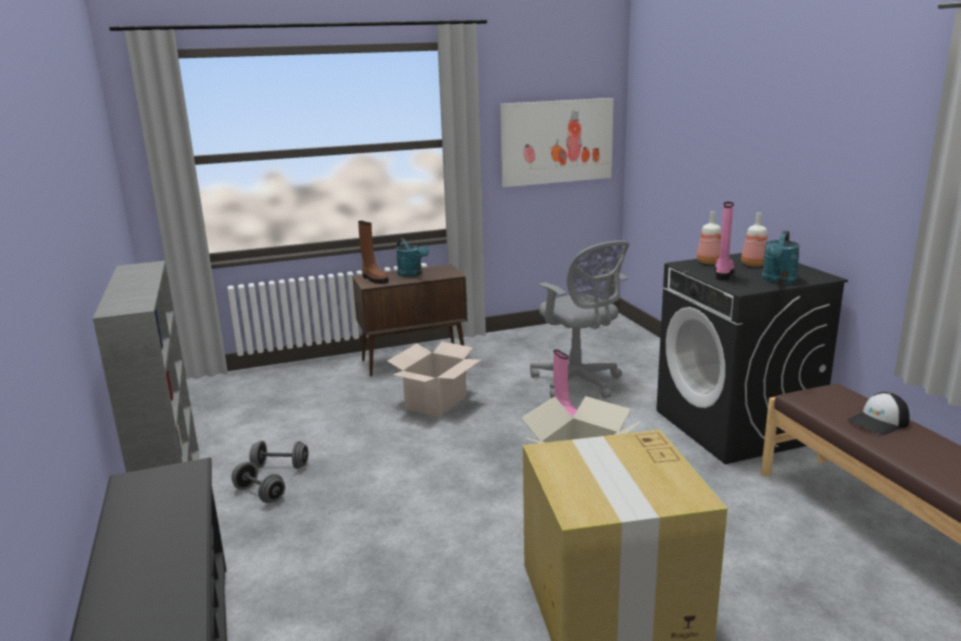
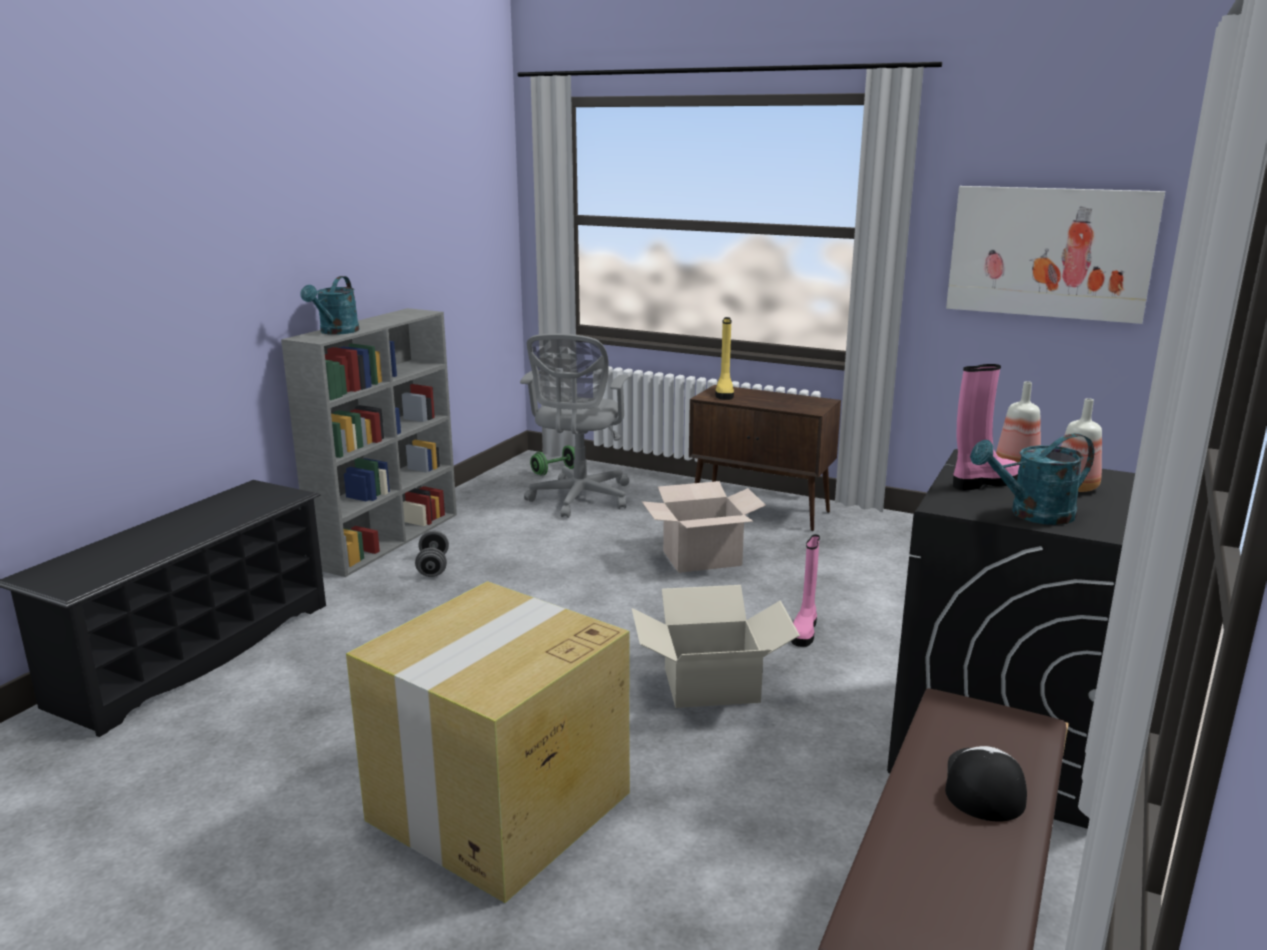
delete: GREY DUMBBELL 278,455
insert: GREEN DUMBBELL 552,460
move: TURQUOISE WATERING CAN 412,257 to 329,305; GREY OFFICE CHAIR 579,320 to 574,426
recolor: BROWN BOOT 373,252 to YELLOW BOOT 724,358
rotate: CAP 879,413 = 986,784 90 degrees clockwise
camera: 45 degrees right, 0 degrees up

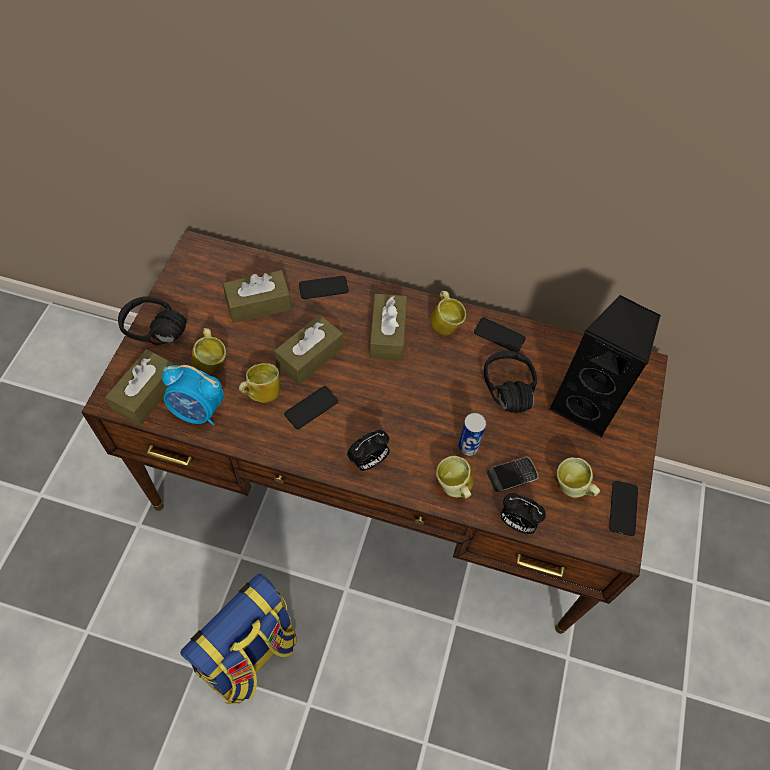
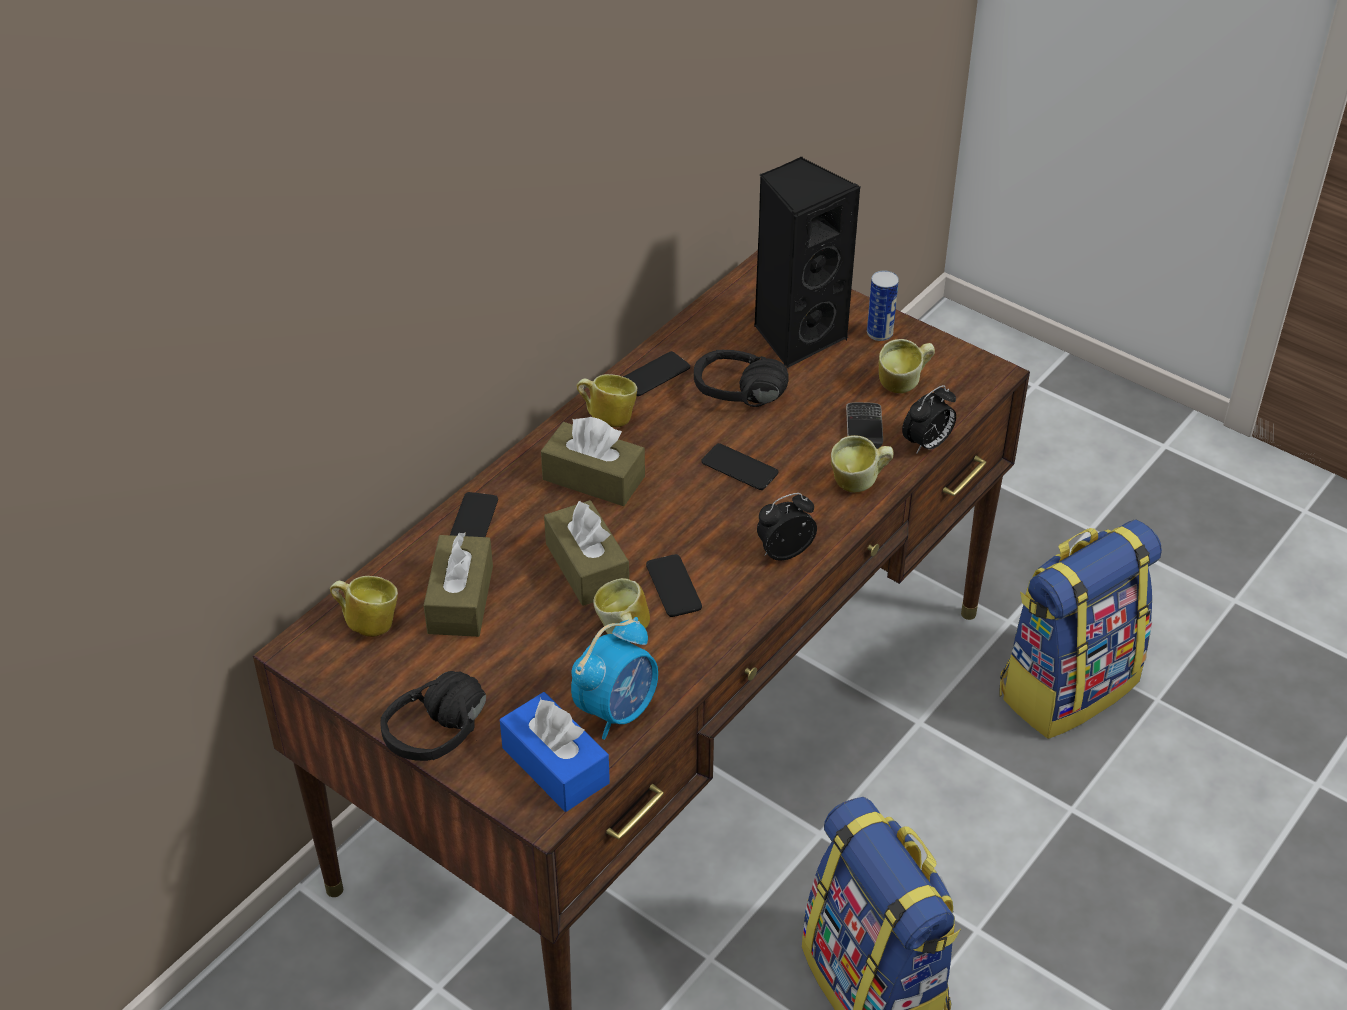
insert: BACKPACK 1081,629
move: MUG 209,351 to 364,606; PHONE 623,508 to 739,466; CAN 472,434 to 883,305
recolor: BROWN TISSUE BOX 139,387 to BLUE TISSUE BOX 555,752
rotate: ALARM CLOCK 368,450 = 787,527 105 degrees counterclockwise
camera: 65 degrees left, 15 degrees down

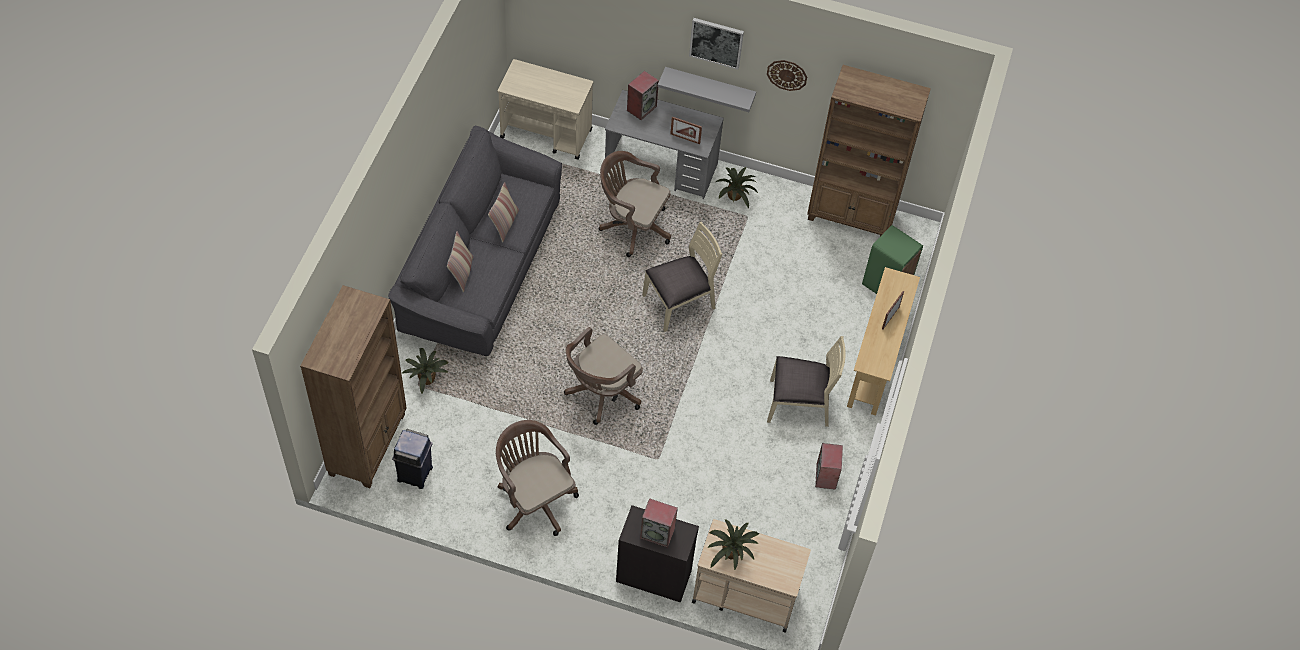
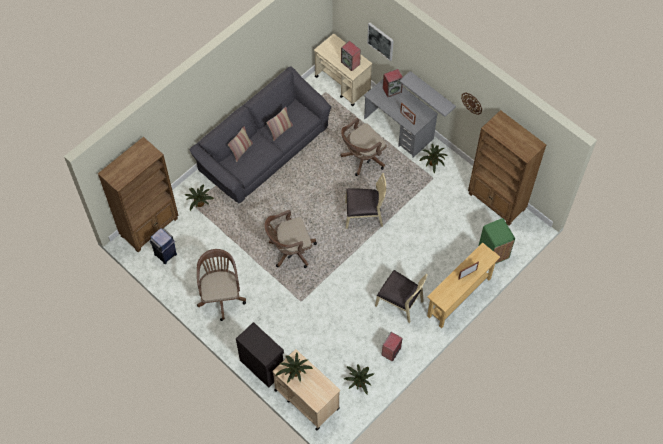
insert: POTTED PLANT 359,379
move: SPEAKER 659,523 to 351,56; PICTURE 716,44 to 380,41
rotate: BROWN OFFICE CHAIR 635,204 = 363,147 90 degrees counterclockwise
camera: 30 degrees right, 5 degrees up

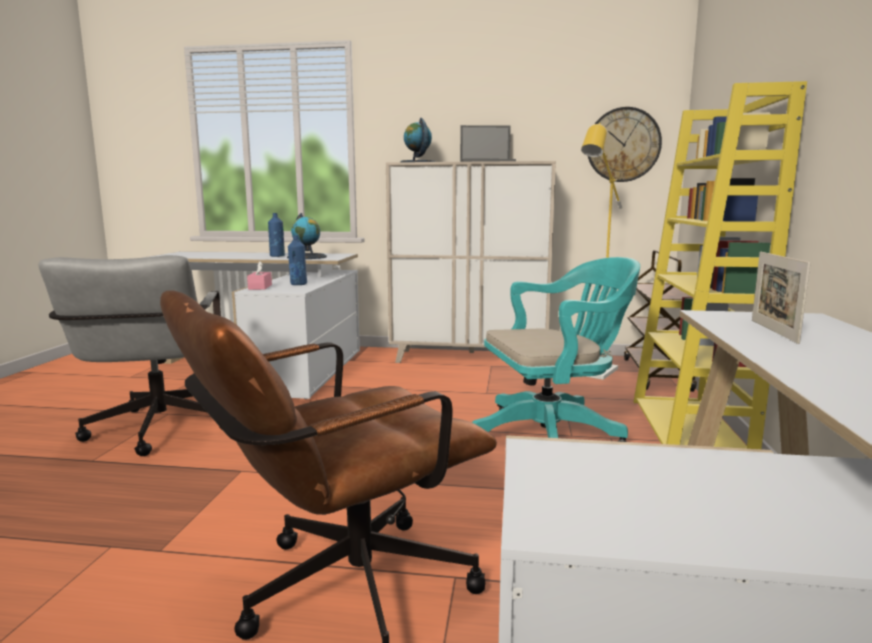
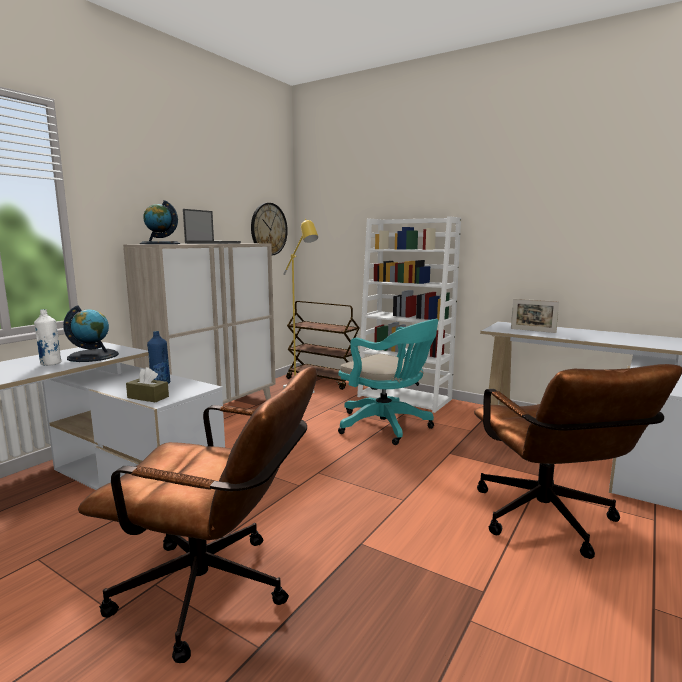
recolor: BLUE BOTTLE 276,235 to WHITE BOTTLE 48,337; GREY OFFICE CHAIR 129,355 to BROWN OFFICE CHAIR 197,515; PINK TISSUE BOX 259,275 to BROWN TISSUE BOX 147,385; YELLOW BOOKCASE 720,265 to WHITE BOOKCASE 409,314
rotate: TURQUOISE OFFICE CHAIR 556,349 = 388,382 120 degrees clockwise
camera: 65 degrees left, 0 degrees up

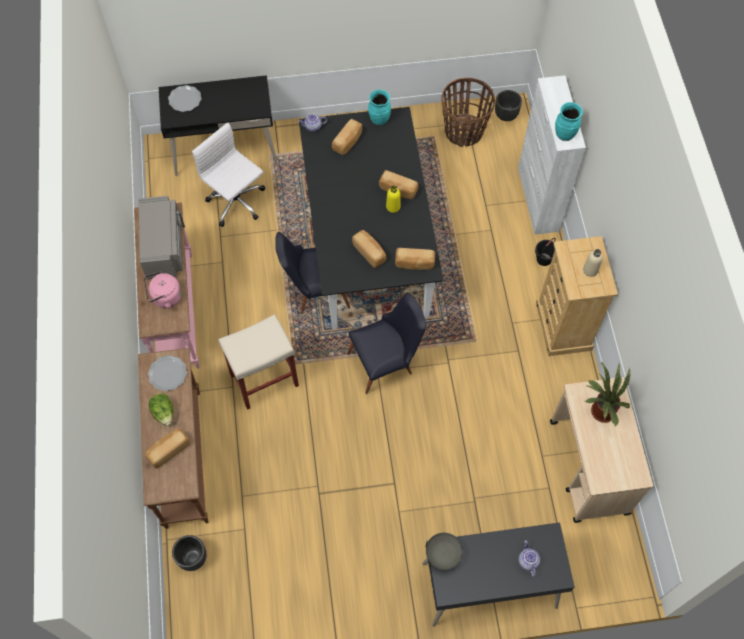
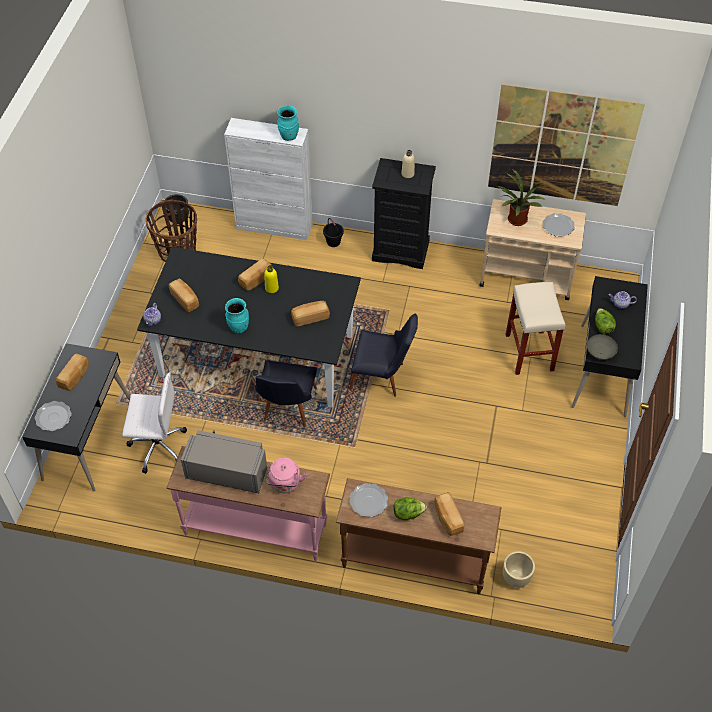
insert: PICTURE 566,145; PLATE 559,225; LETTUCE 605,321
move: BREAD 415,259 to 72,372; TURQUOISE VASE 379,107 to 237,316; BEIGE STOOL 258,362 to 535,328
recolor: BEIGE DRESSER 577,296 to BLACK DRESSER 404,213; BLACK PLANTER 189,553 to BEIGE PLANTER 519,569
rotate: WHITE OFFICE CHAIR 228,174 = 154,423 150 degrees counterclockwise; BLACK CHAIR 386,343 = 383,355 105 degrees clockwise
camera: 70 degrees left, 10 degrees down

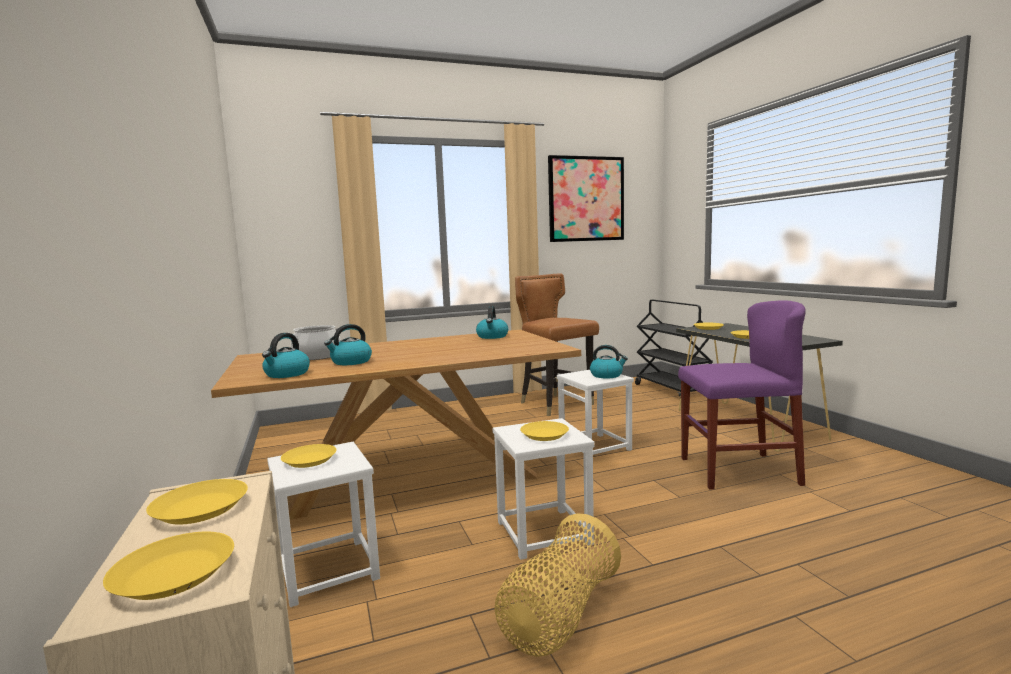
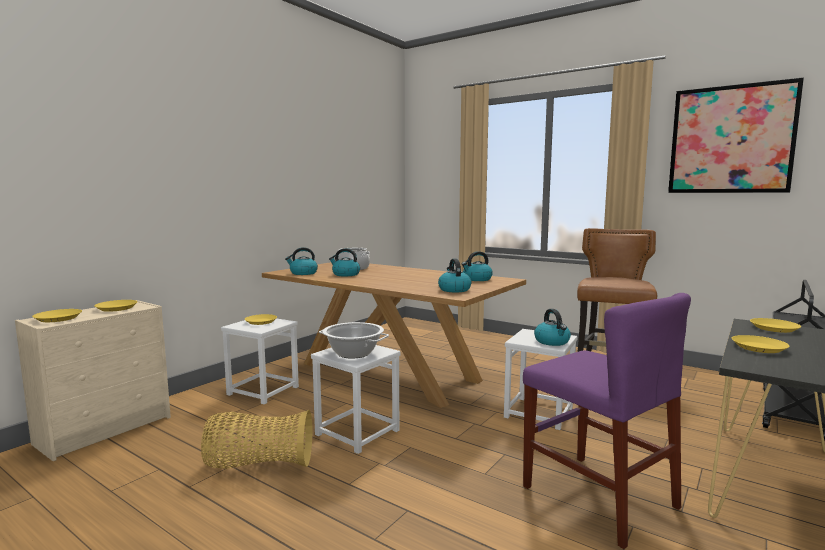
insert: KETTLE 454,275
replace: YELLOW PLATE 544,431 to COOKING POT 354,340
camera: 55 degrees right, 0 degrees up

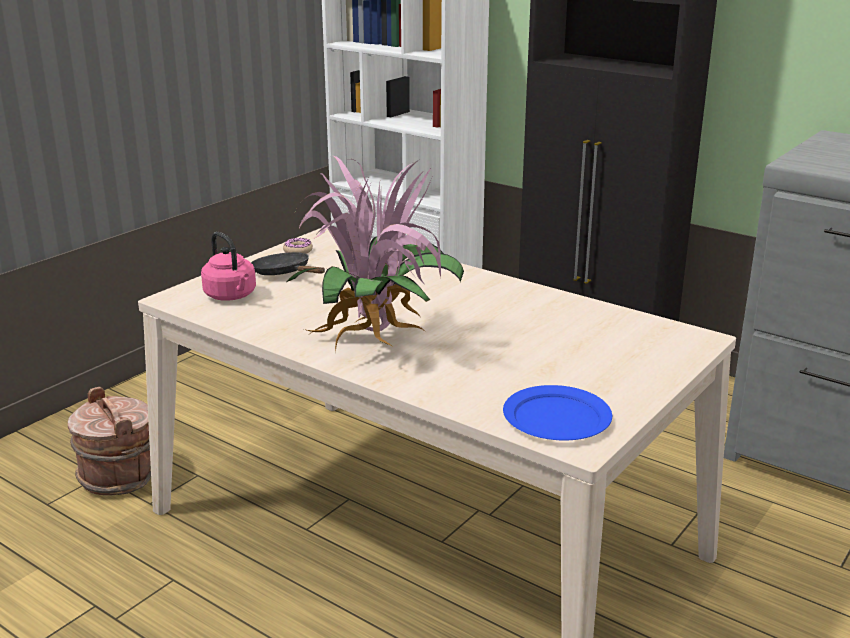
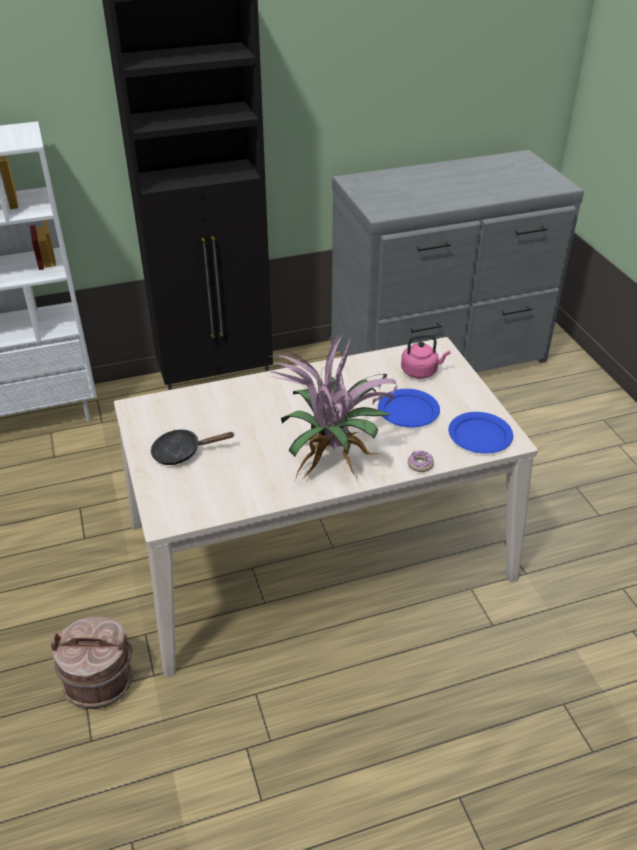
insert: BLUE PLATE 409,408
move: PINK KETTLE 228,266 to 426,356; DONUT 298,246 to 421,461
camera: 55 degrees left, 15 degrees up

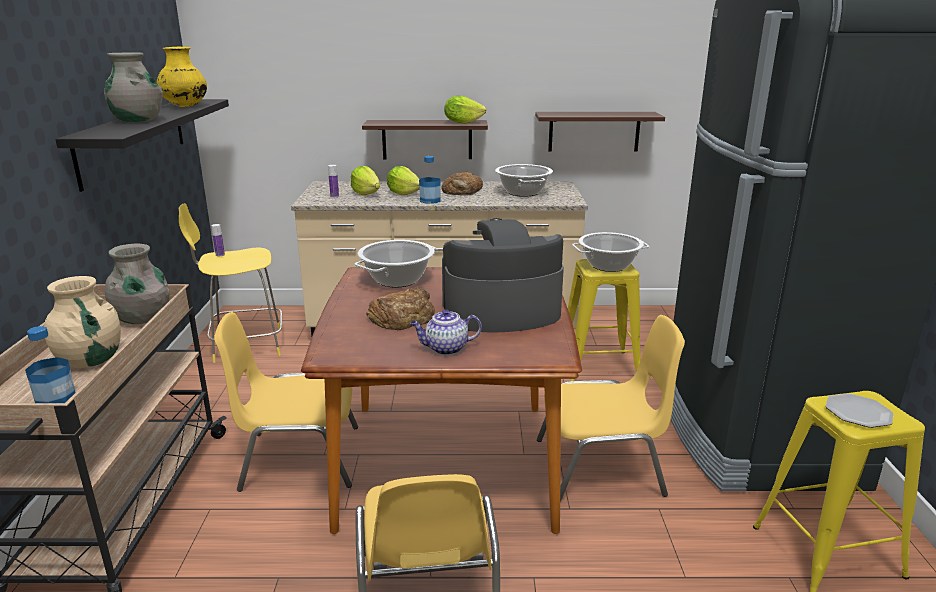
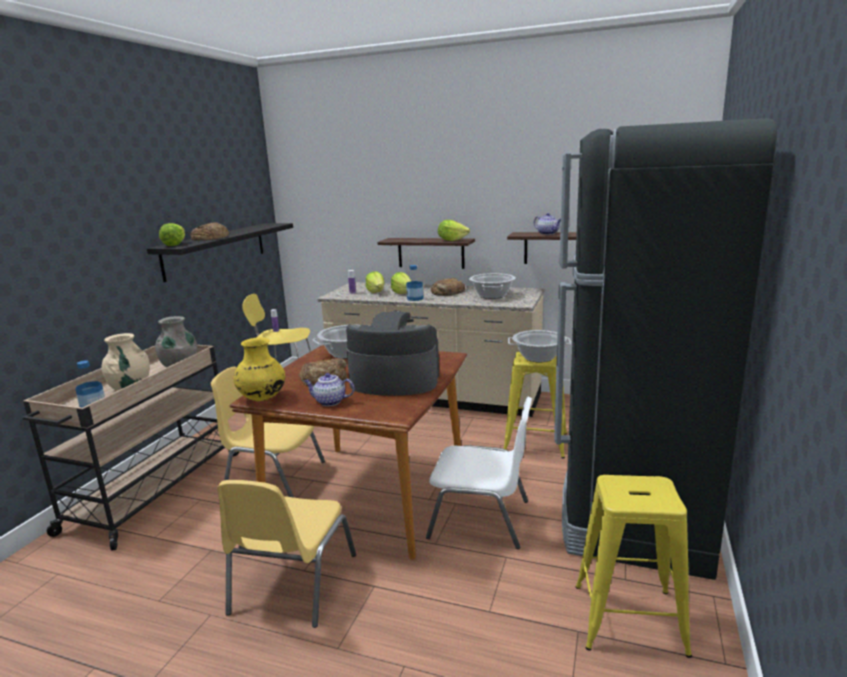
delete: PLATE 859,410
insert: LETTUCE 172,234; TEAPOT 547,224
move: YELLOW VASE 182,77 to 259,369
replace: GREY VASE 133,87 to BREAD 209,231
recolor: YELLOW CHAIR 611,408 to WHITE CHAIR 479,473
camera: 20 degrees right, 5 degrees down

